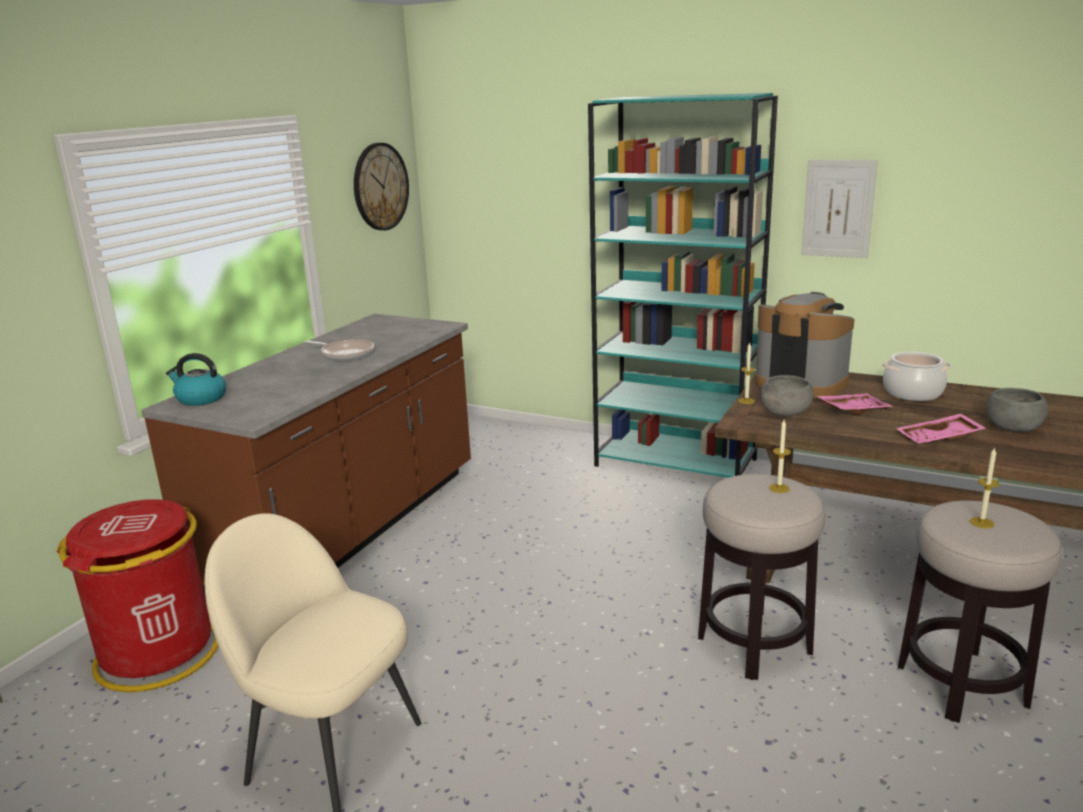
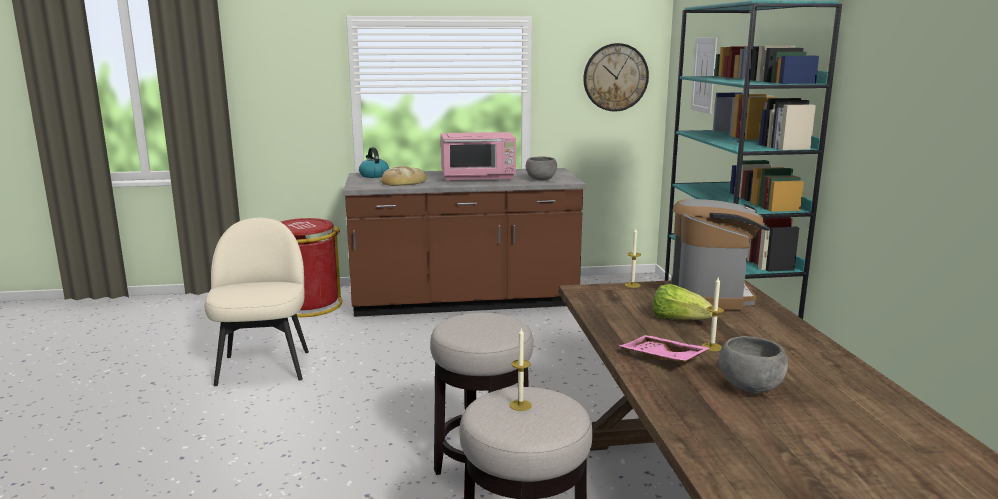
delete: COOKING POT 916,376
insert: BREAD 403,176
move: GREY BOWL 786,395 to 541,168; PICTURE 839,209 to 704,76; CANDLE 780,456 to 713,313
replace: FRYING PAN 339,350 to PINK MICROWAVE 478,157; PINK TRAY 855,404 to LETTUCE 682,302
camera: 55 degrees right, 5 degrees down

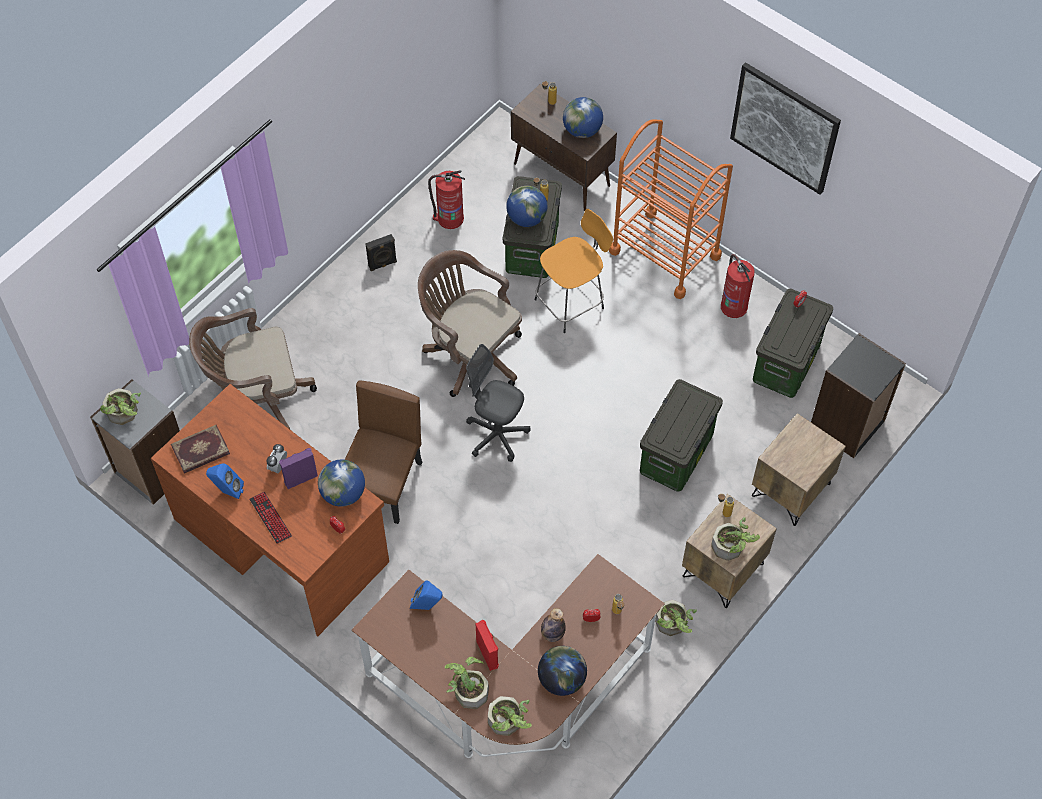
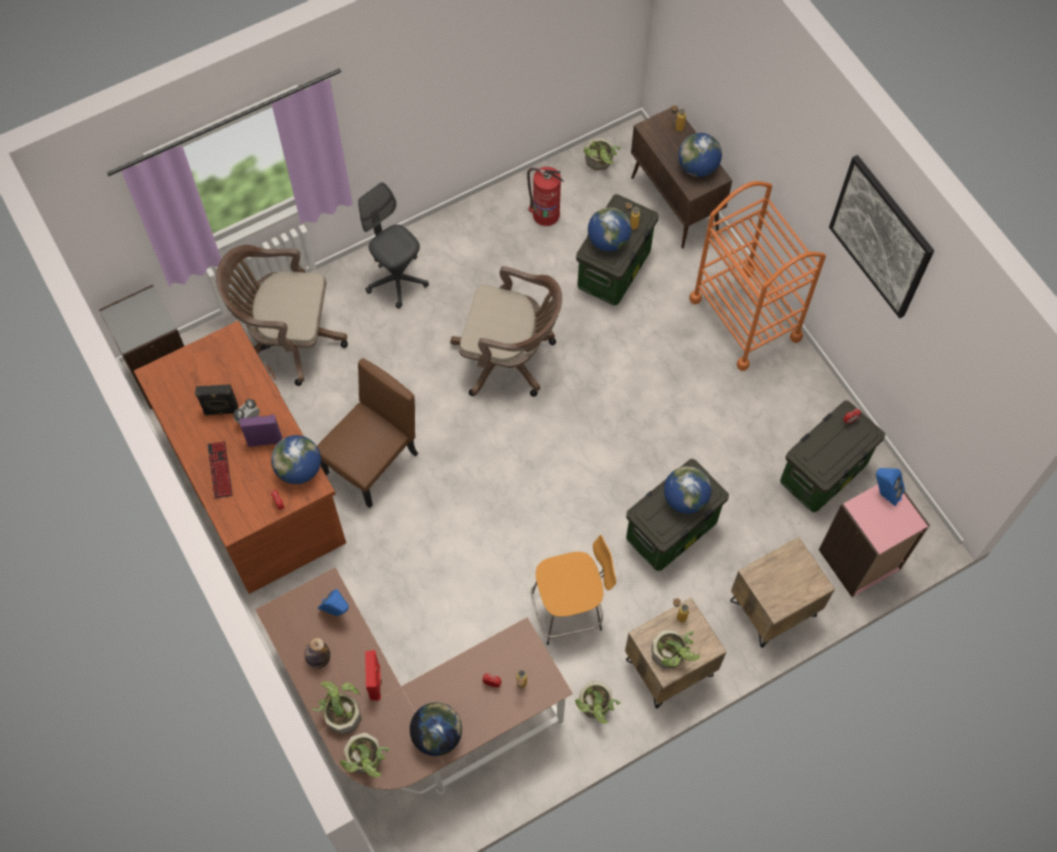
delete: BOOK 200,449; FIRE EXTINGUISHER 738,286
insert: GLOBE 687,490
move: BLACK SPEAKER 381,252 to 216,400; BOTTLE 553,625 to 317,653; GREY OFFICE CHAIR 498,403 to 393,245; ORANGE STOOL 574,271 to 573,590; POTTED PLANT 120,406 to 602,154; BLUE SPEAKER 225,481 to 890,487
recolor: BLACK BOOKCASE 858,395 to PINK BOOKCASE 874,540
rotate: BROWN OFFICE CHAIR 470,323 = 506,331 135 degrees clockwise
camera: 20 degrees right, 5 degrees up

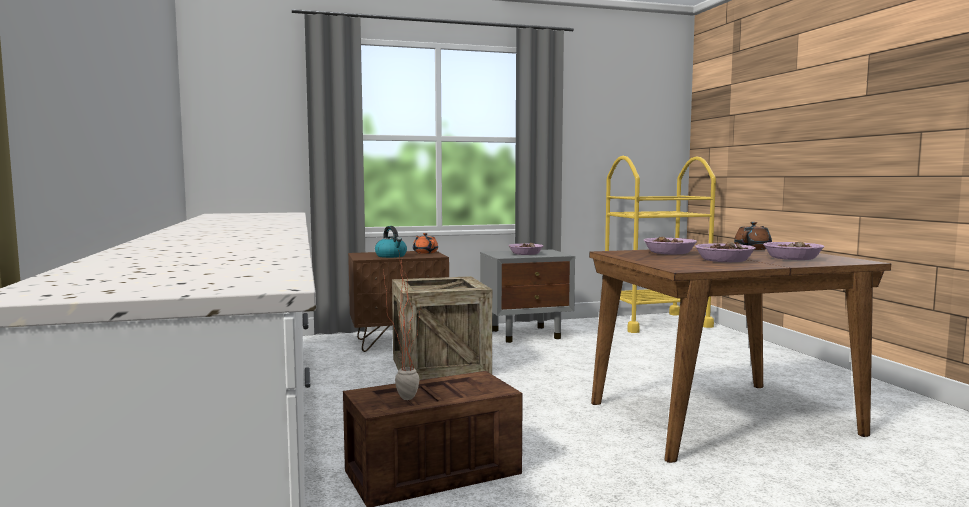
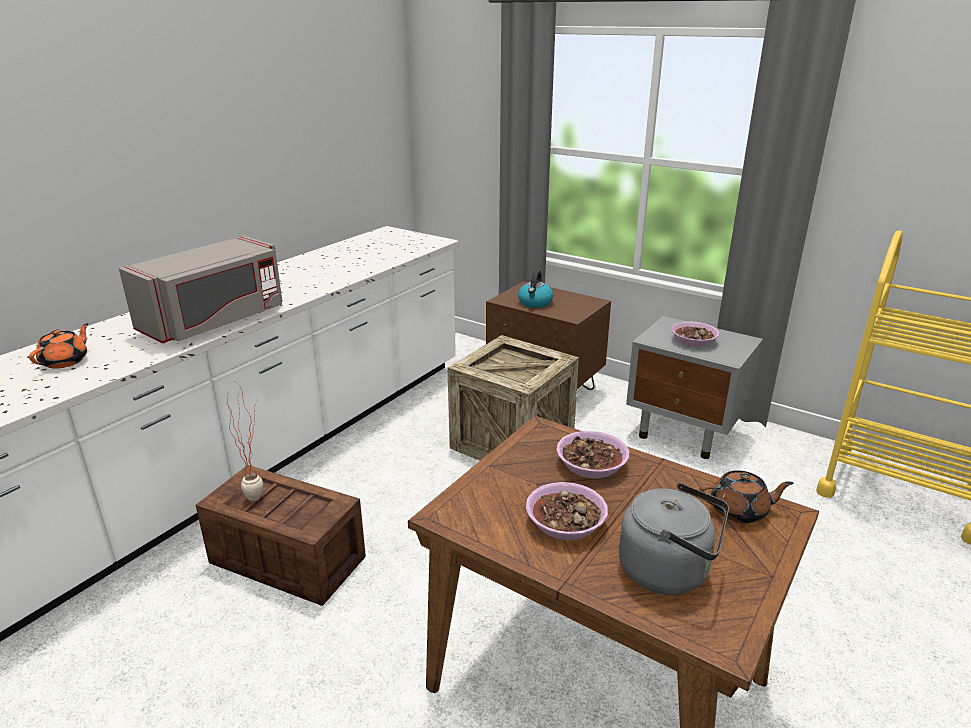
insert: GREY MICROWAVE 201,289
move: ORANGE TEAPOT 425,243 to 59,346
replace: BOWL 793,250 to GREY KETTLE 674,539
camera: 50 degrees right, 20 degrees up

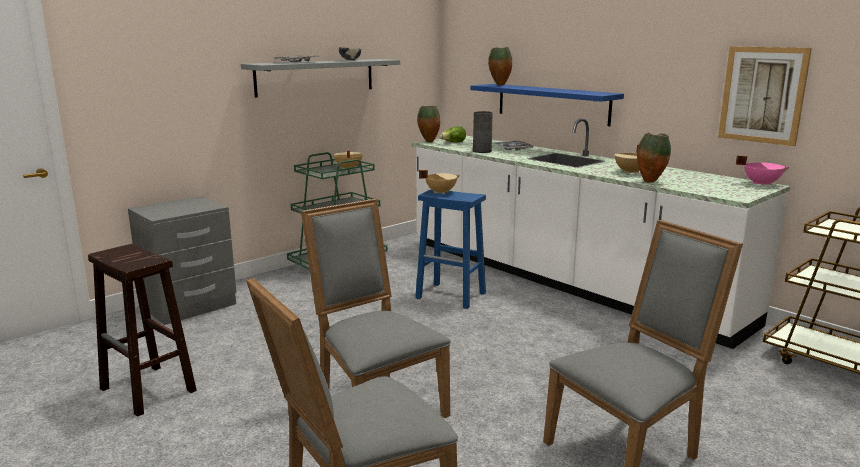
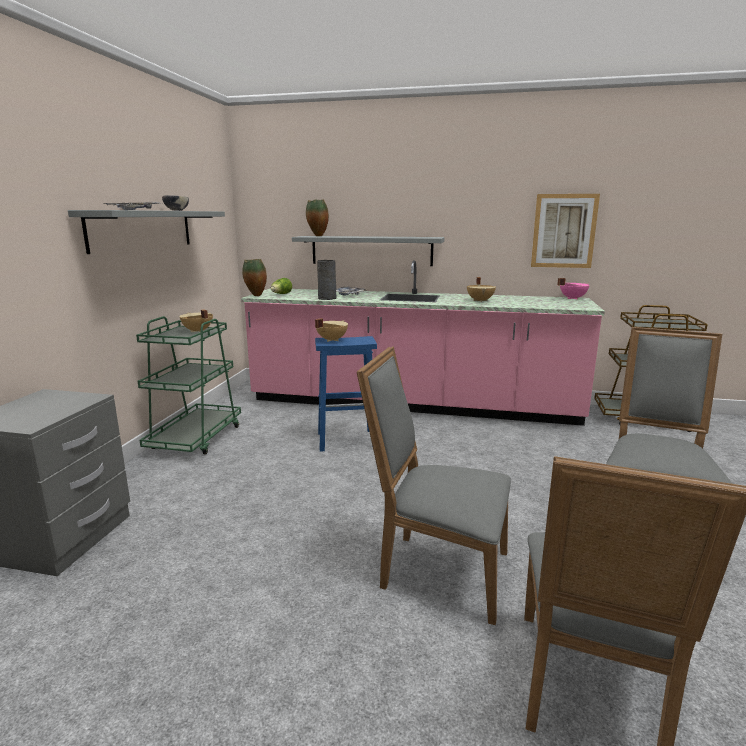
delete: BROWN STOOL 142,330; VASE 654,157
recolor: WHITE COUNTER 601,233 to PINK COUNTER 423,343; BLUE SHELF 547,105 to GREY SHELF 368,251
camera: 35 degrees left, 0 degrees up

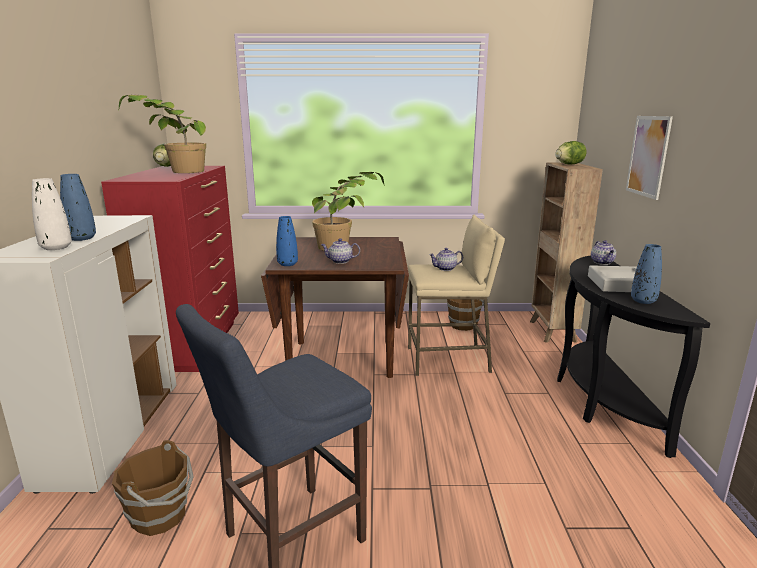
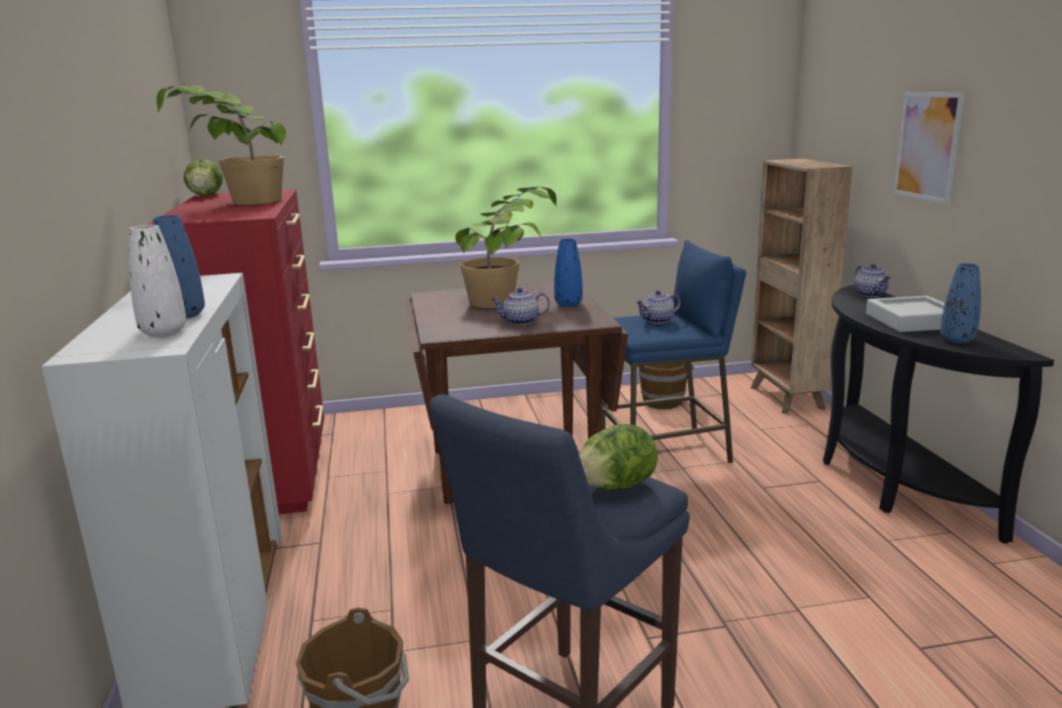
move: BLUE VASE 287,241 to 568,273; LETTUCE 571,153 to 618,457
recolor: BEIGE STOOL 456,295 to BLUE STOOL 673,351
camera: 10 degrees left, 0 degrees up

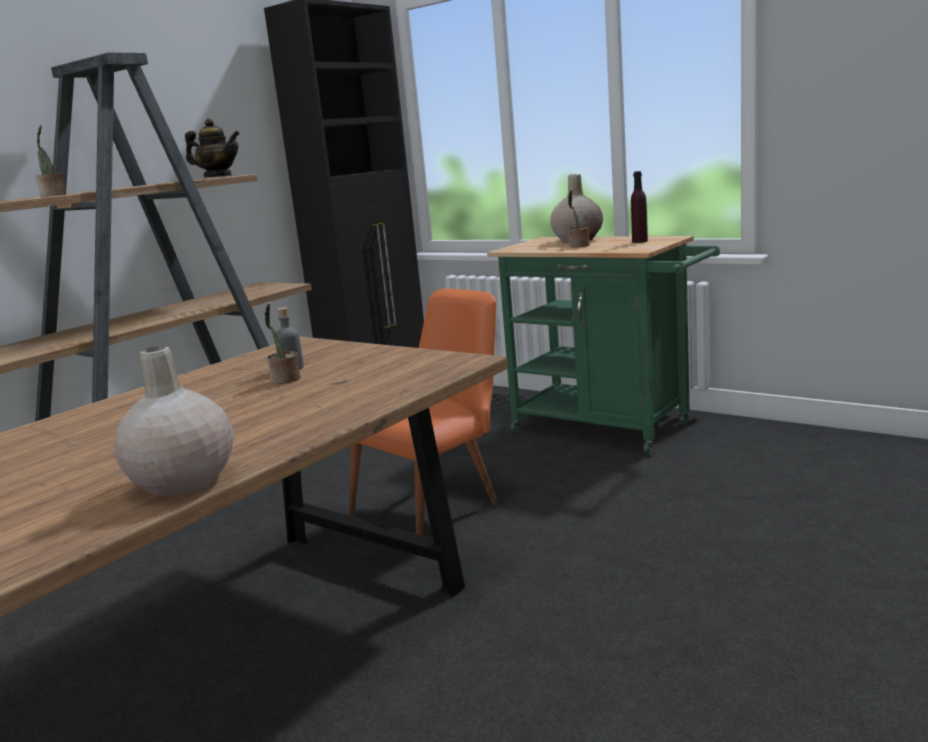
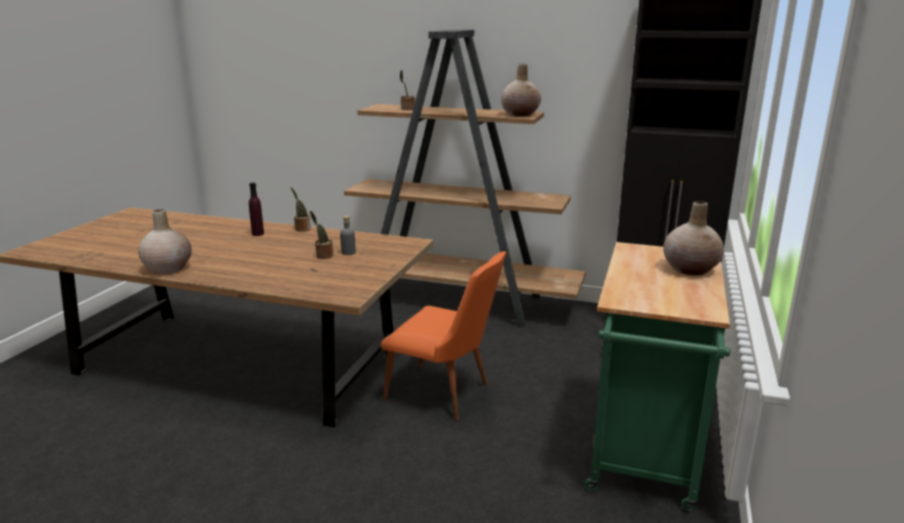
move: PURPLE BOTTLE 639,207 to 256,209; POTTED PLANT 579,218 to 301,209
replace: TEAPOT 212,147 to BEIGE VASE 521,90
camera: 70 degrees right, 5 degrees up

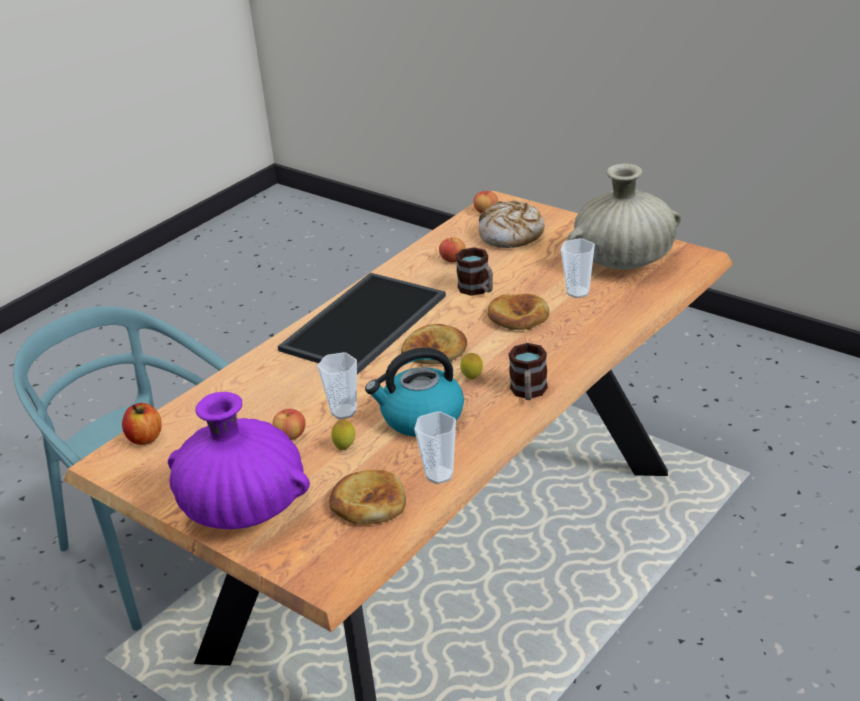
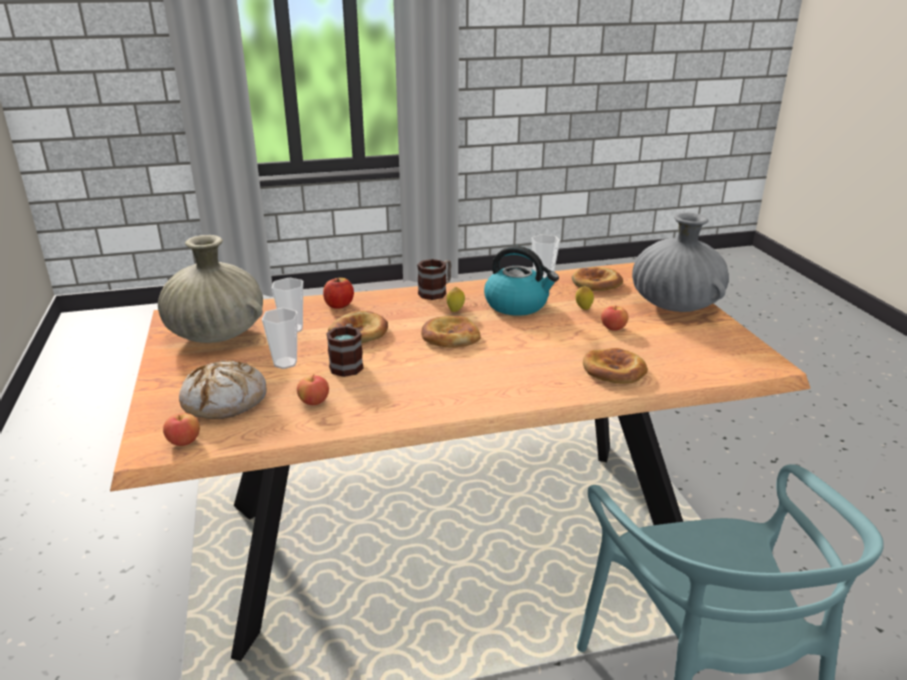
delete: TRAY 362,323
insert: BREAD 615,366
move: CUP 337,385 to 280,338; APPLE 142,424 to 338,293
recolor: PURPLE VASE 239,460 to GREY VASE 680,262
camera: 145 degrees left, 5 degrees down

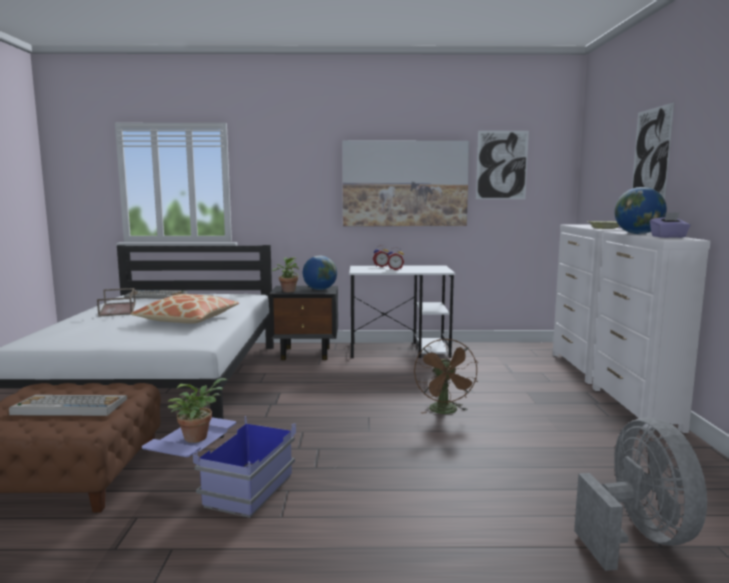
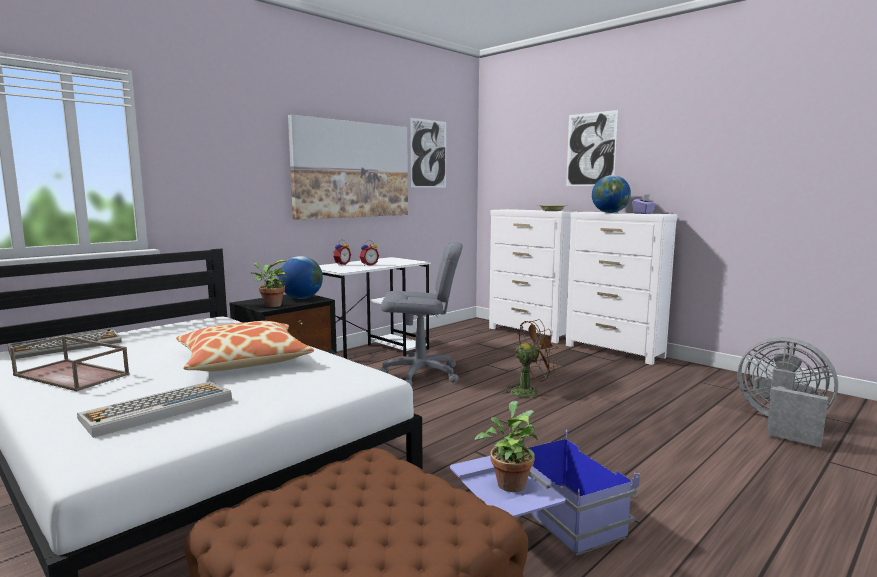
insert: GREY OFFICE CHAIR 421,314
move: KEYBOARD 68,405 to 154,409
rotate: BROWN FAN 446,376 = 530,359 60 degrees counterclockwise
camera: 45 degrees left, 0 degrees up

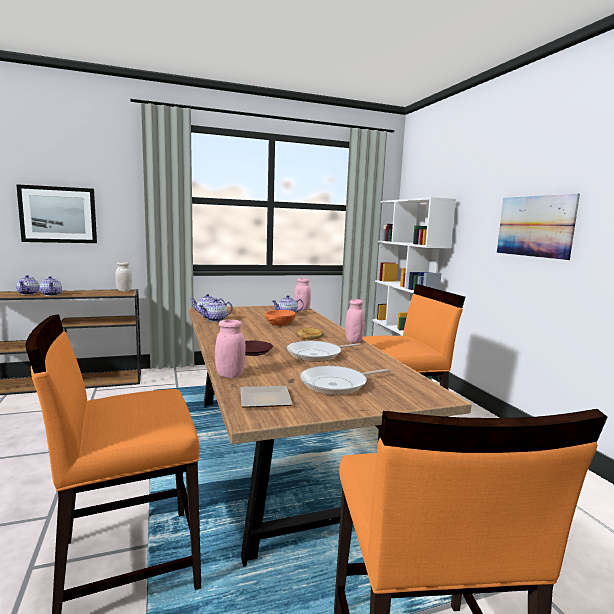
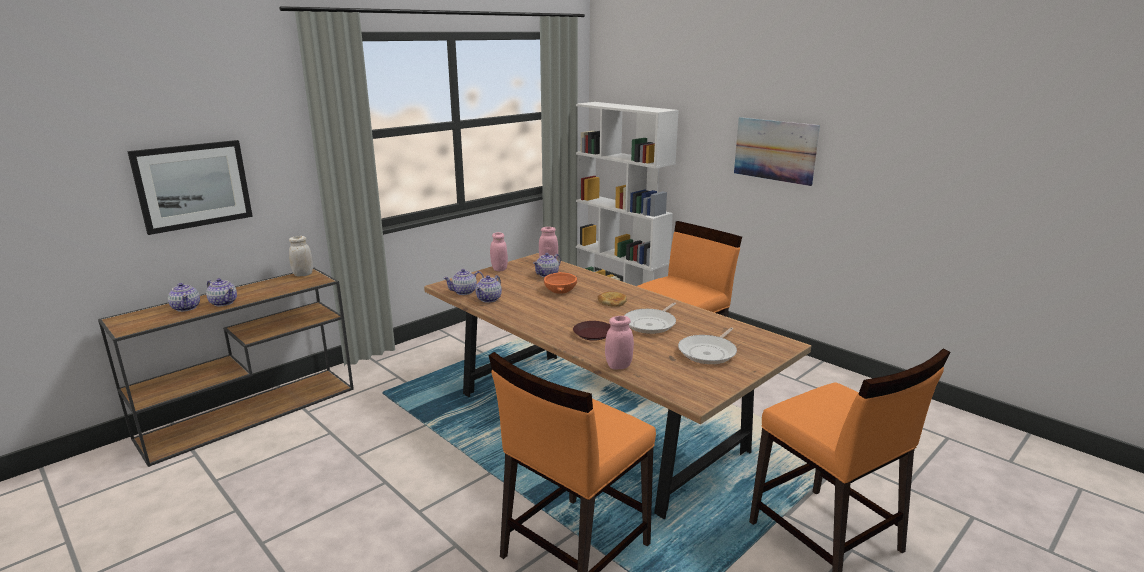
delete: PLATE 267,397
move: PINK JAR 354,321 to 499,251
camera: 25 degrees left, 10 degrees up

